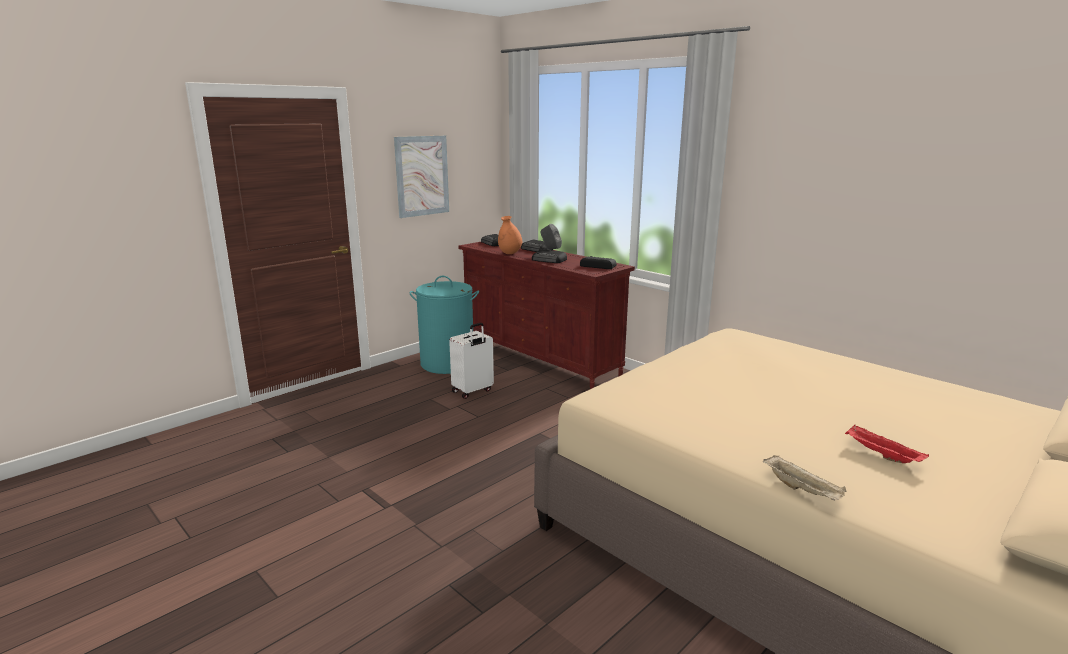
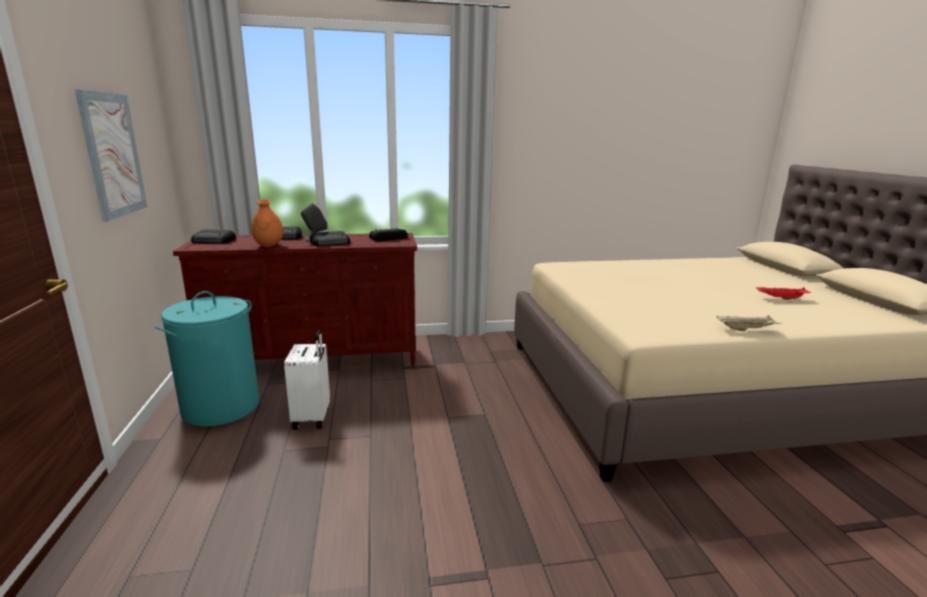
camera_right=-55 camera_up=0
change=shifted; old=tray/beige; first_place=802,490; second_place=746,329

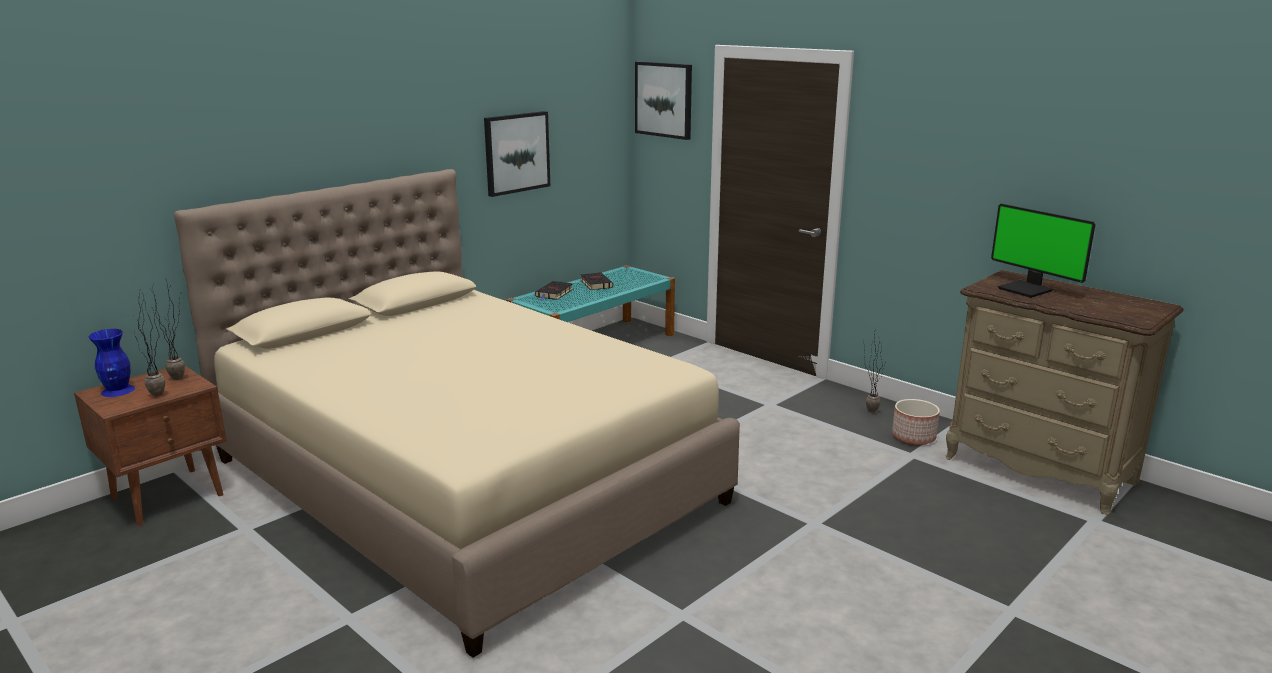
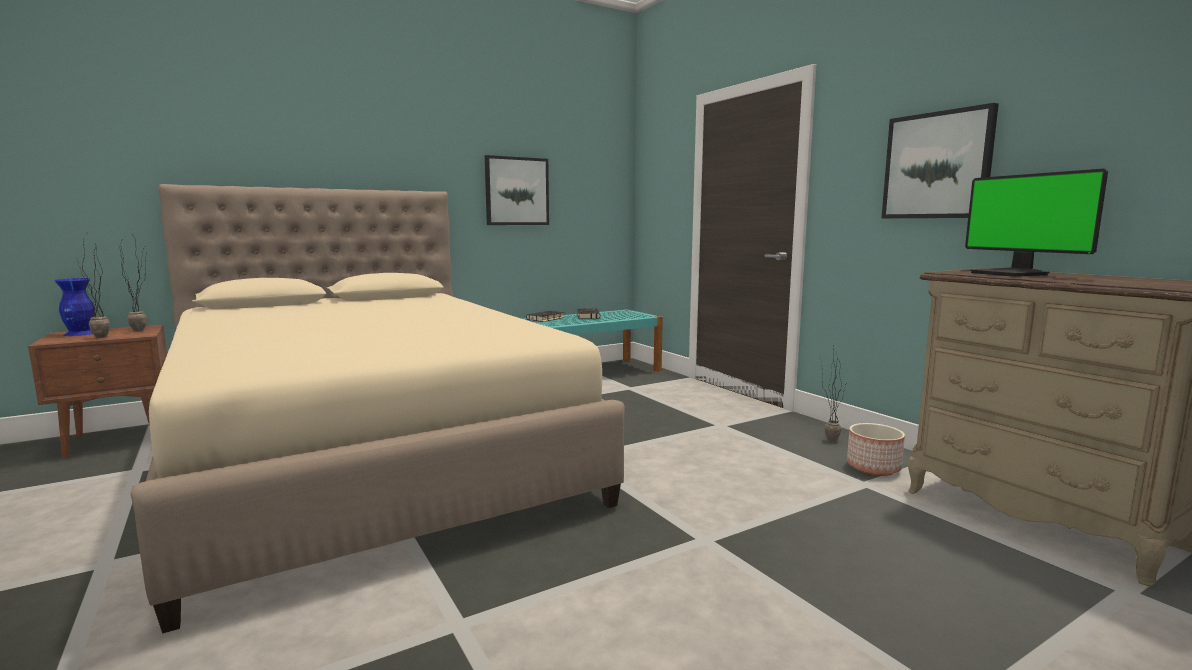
camera_right=15 camera_up=-10
change=shifted; old=picture; first_place=664,99; second_place=937,165

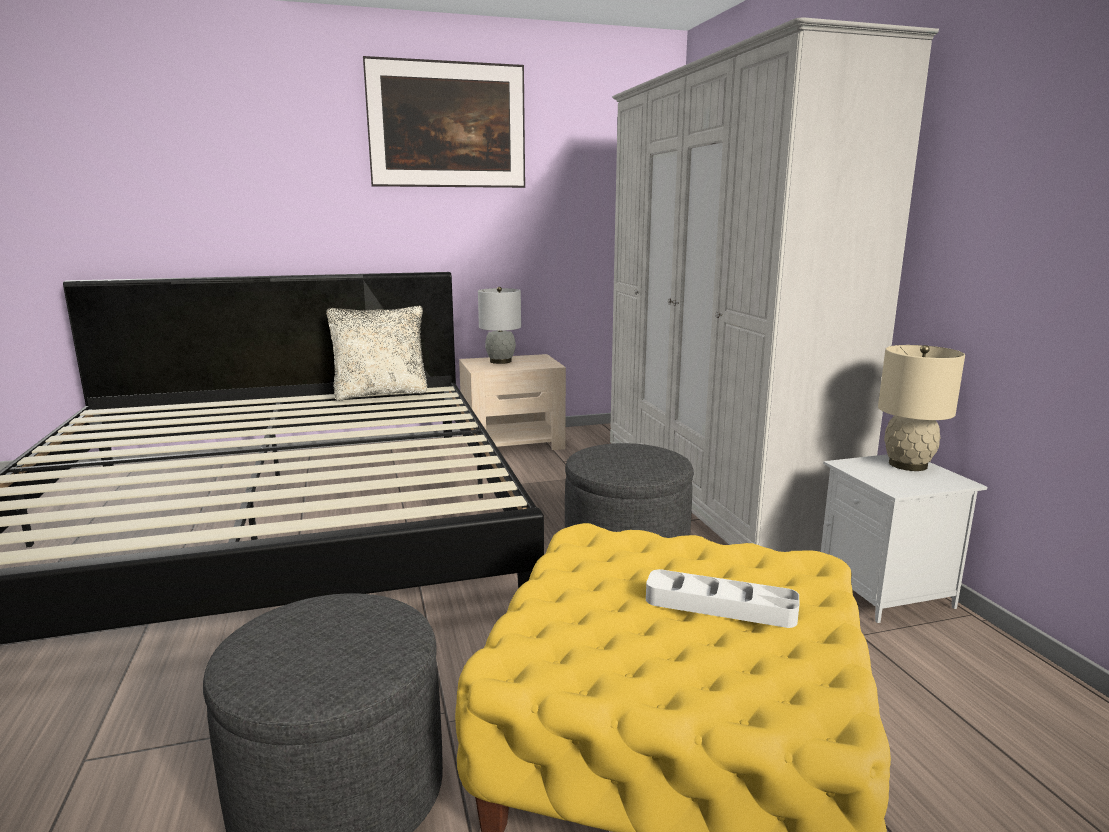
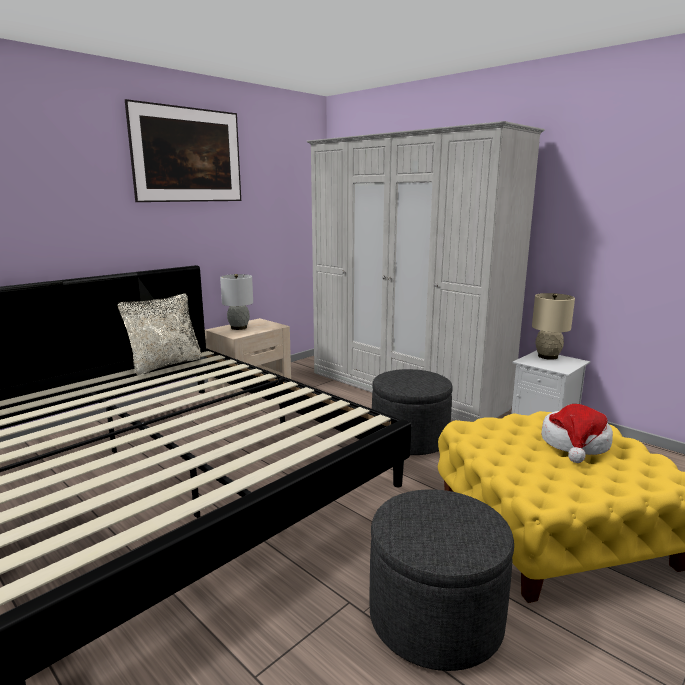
camera_right=-30 camera_up=0
change=swapped; old=tray/white; new=hat; first_place=720,606; second_place=575,444

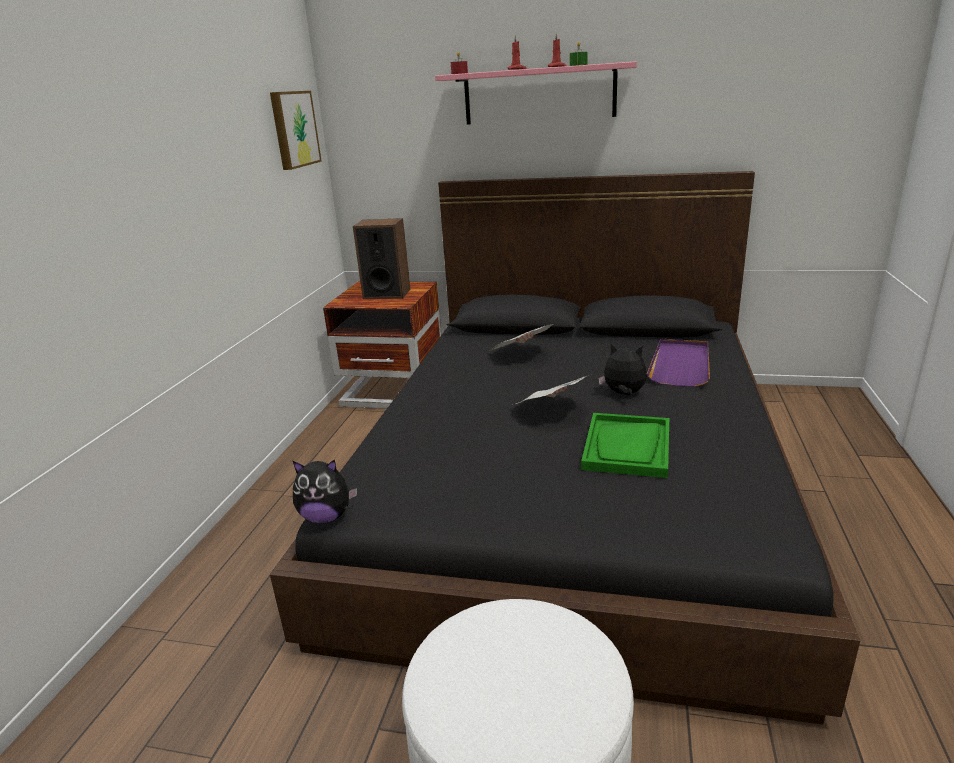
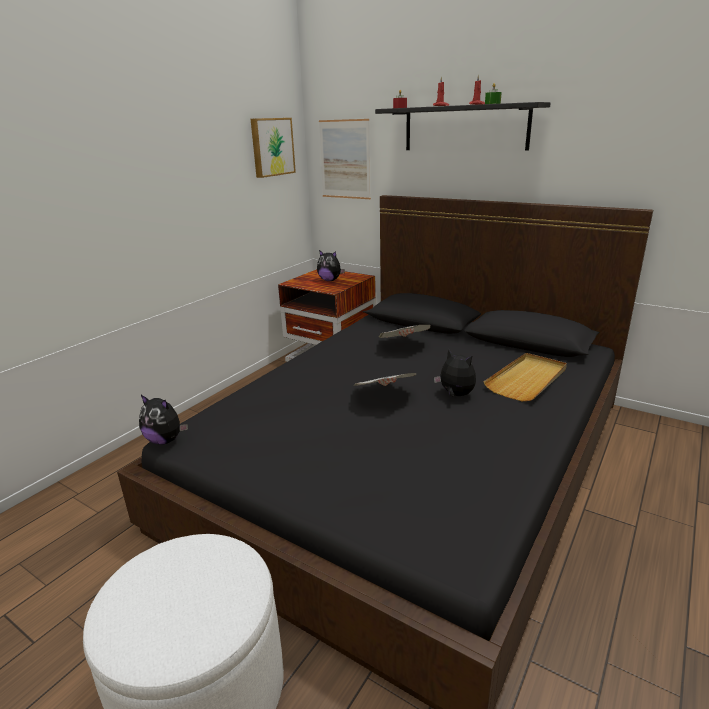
camera_right=20 camera_up=0
change=repainted; old=shelf/pink; new=shelf/black; first_place=539,95; second_place=465,128
change=swapped; old=speaker; new=plush toy; first_place=386,294; second_place=330,280
change=repainted; old=tray/purple; new=tray/beige; first_place=680,365; second_place=527,379
change=gone; old=tray/green; first_place=627,447
change=new; new=picture; second_place=345,159

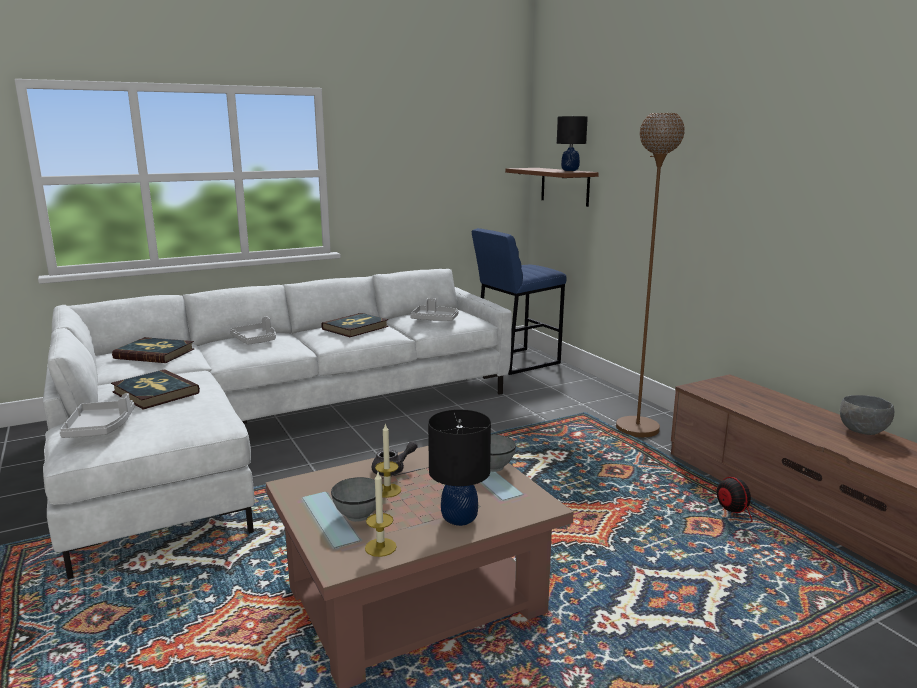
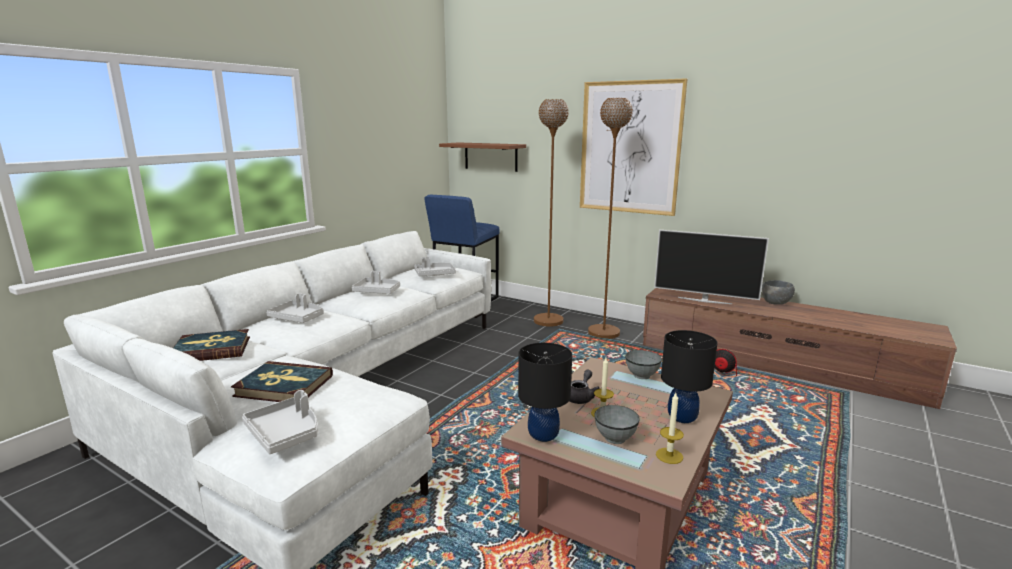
camera_right=-30 camera_up=0
change=shifted; old=table lamp/black; first_place=569,170; second_place=542,437
change=swapped; old=book; new=tray/grey; first_place=355,328; second_place=377,291
change=new; new=picture; second_place=630,148
change=new; new=floor lamp/brown; second_place=548,321
change=new; new=television; second_place=704,300

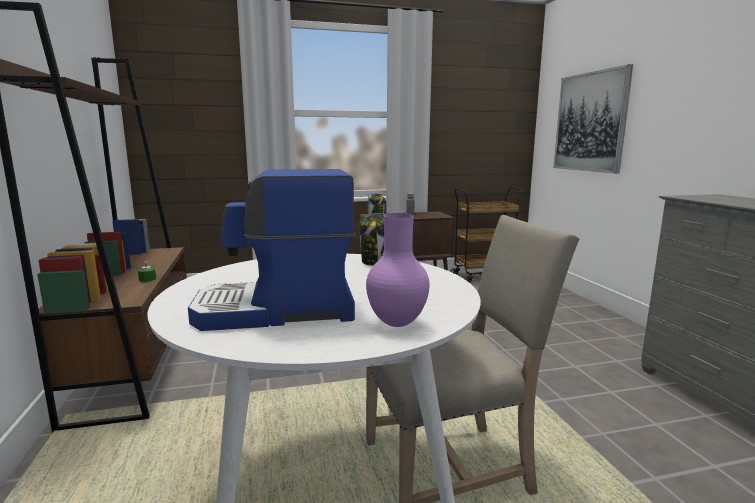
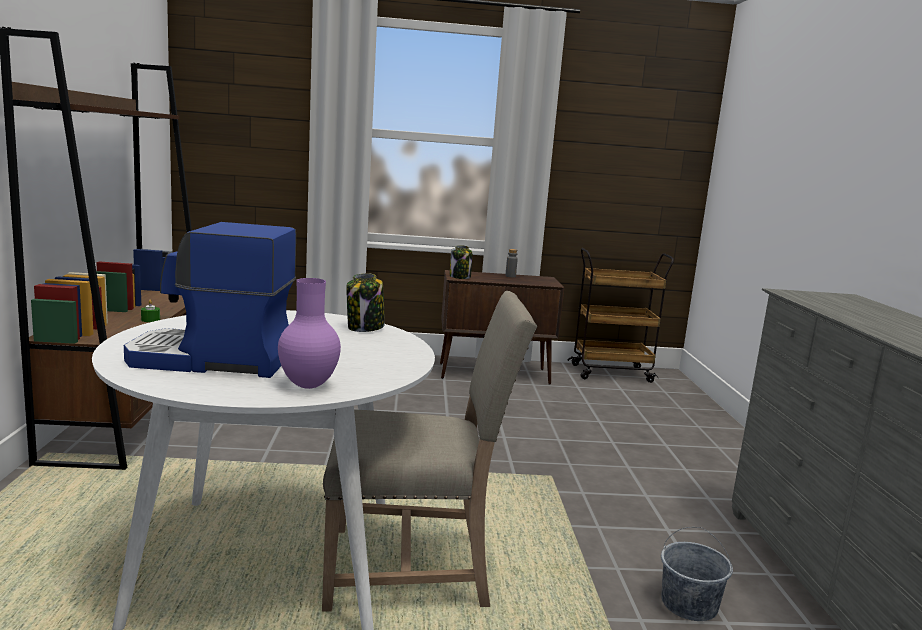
camera_right=10 camera_up=0
change=gone; old=picture; first_place=590,122
change=new; new=bucket/grey; second_place=689,604

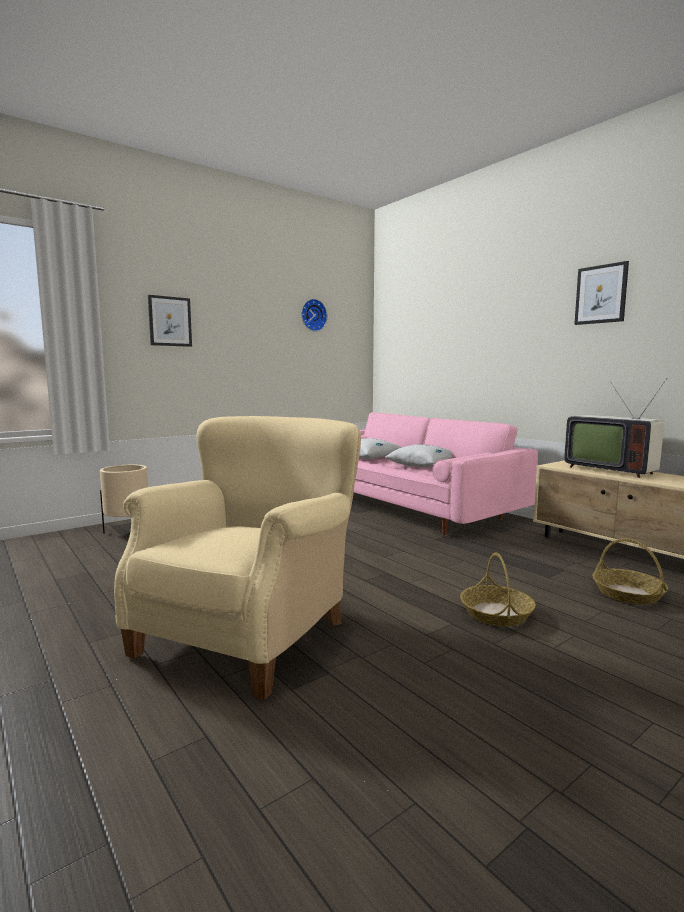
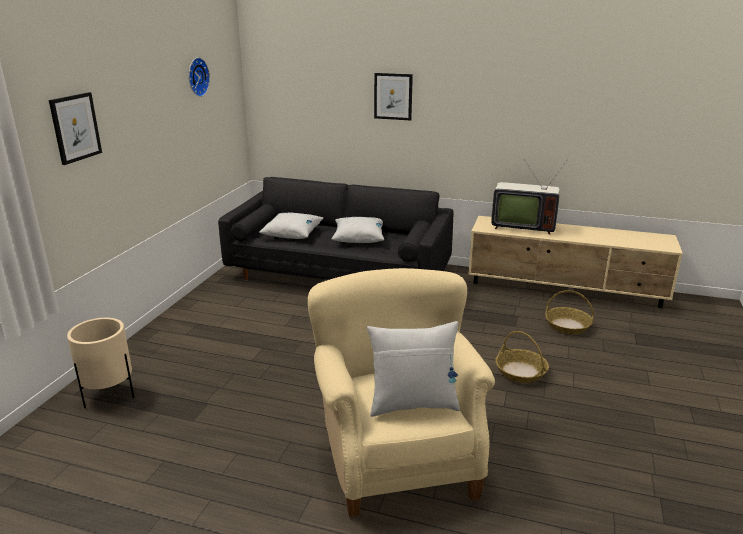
camera_right=-35 camera_up=15
change=shifted; old=picture; first_place=601,294; second_place=393,96
change=repainted; old=sofa/pink; new=sofa/black; first_place=410,506; second_place=340,273
change=new; new=pillow/grey; second_place=413,405

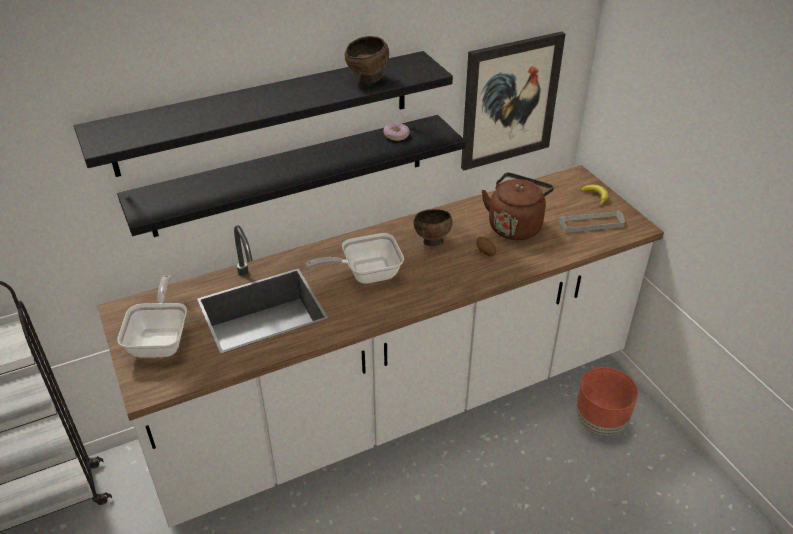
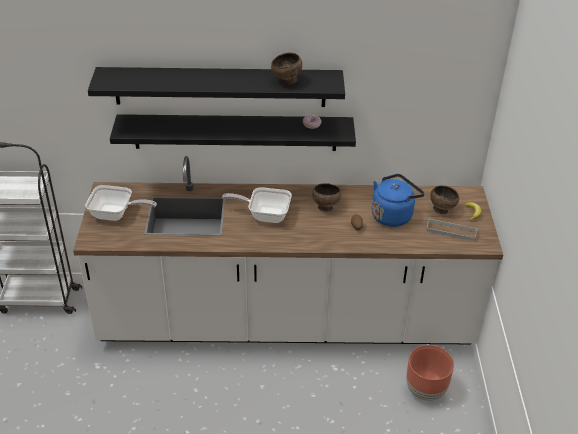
camera_right=25 camera_up=0
change=gone; old=picture; first_place=510,101
change=repainted; old=kettle/brown; new=kettle/blue; first_place=515,226; second_place=393,215
change=rotated; old=frying pan; first_place=161,340; second_place=116,214; degrees=75
change=new; new=bowl/brown; second_place=441,210

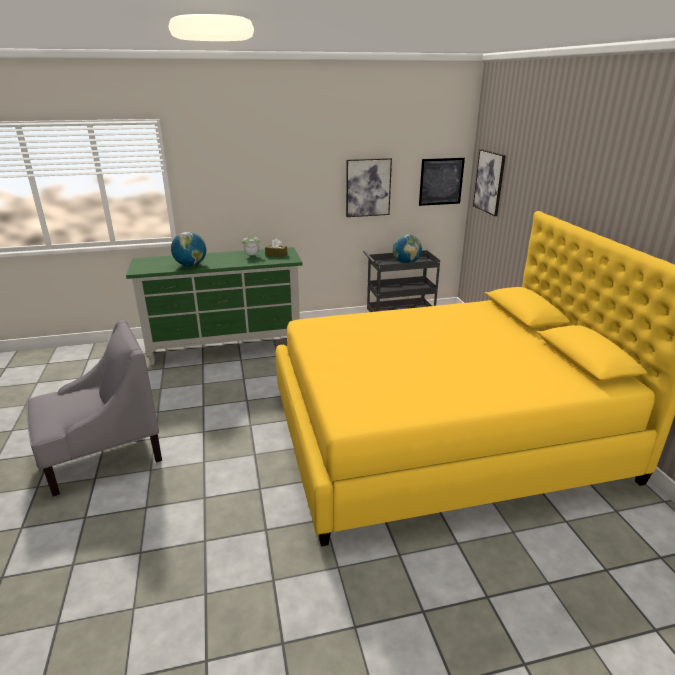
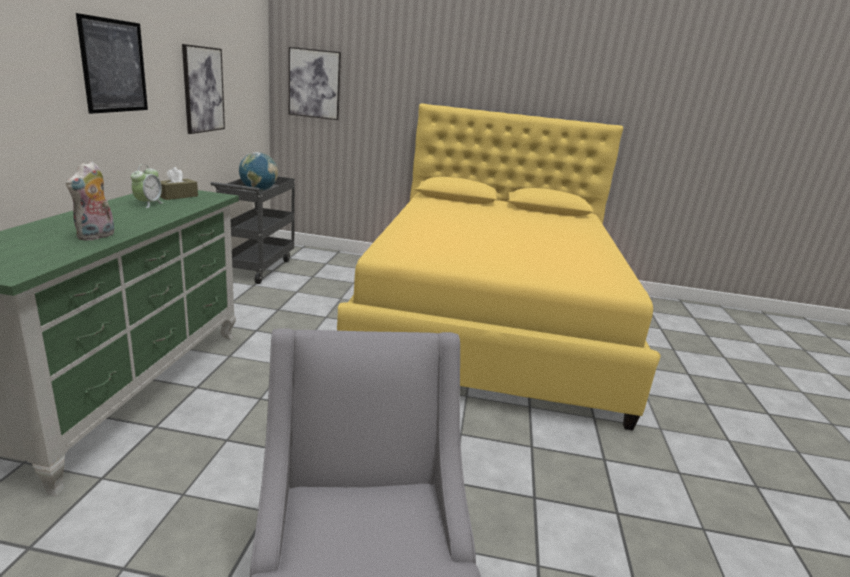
camera_right=-70 camera_up=-5
change=shifted; old=picture; first_place=441,181; second_place=114,66
change=swapped; old=globe; new=plush toy; first_place=191,265; second_place=96,236

